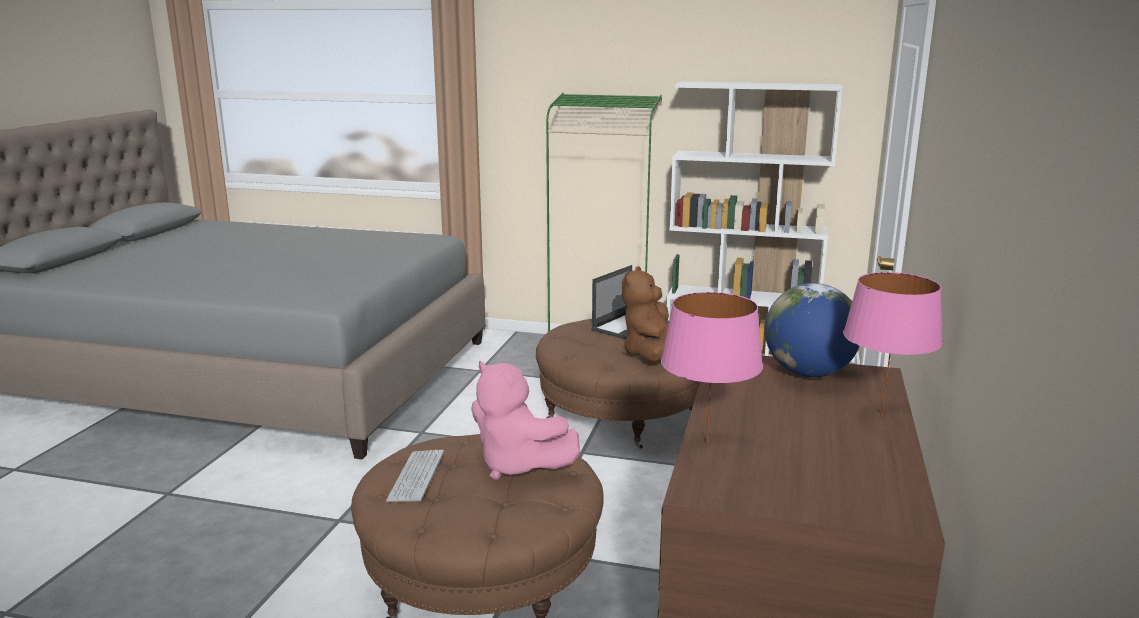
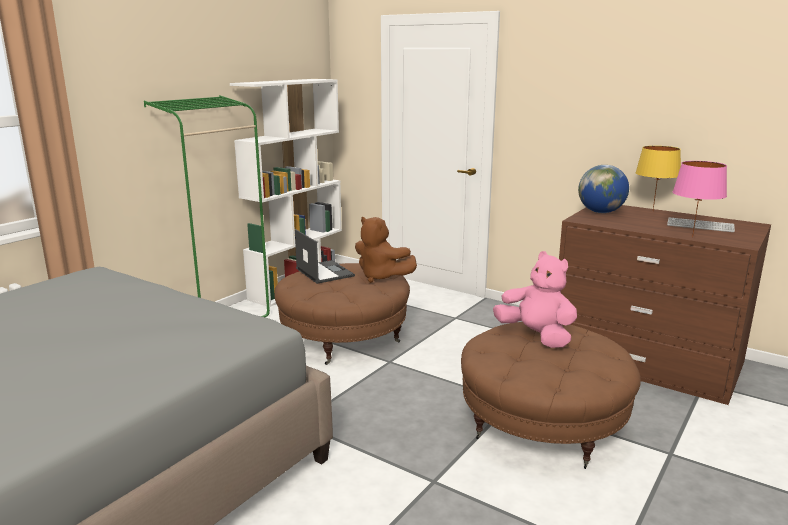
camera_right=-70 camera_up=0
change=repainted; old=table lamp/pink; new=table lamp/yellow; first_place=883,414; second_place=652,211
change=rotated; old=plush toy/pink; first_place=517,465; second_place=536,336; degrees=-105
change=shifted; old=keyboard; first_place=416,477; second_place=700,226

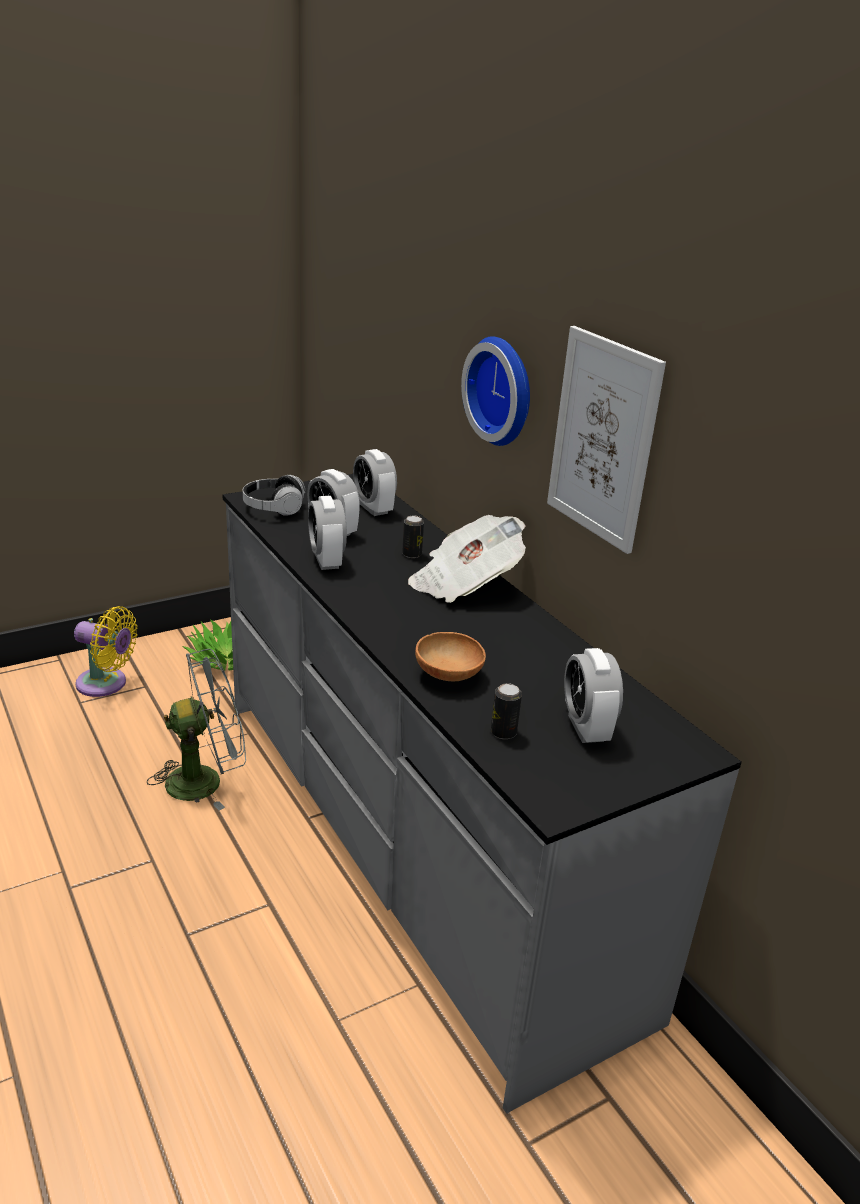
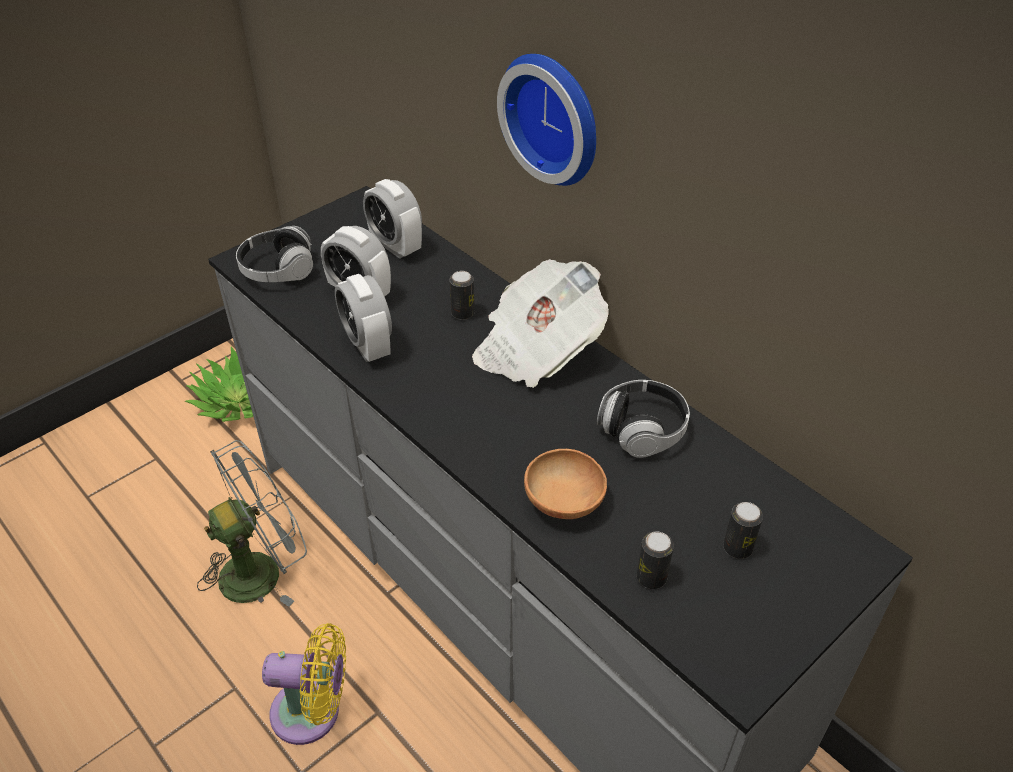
camera_right=-10 camera_up=15
change=gone; old=picture; first_place=603,439
change=shifted; old=fan/yellow; first_place=106,684; second_place=313,713
change=swapped; old=alarm clock; new=can; first_place=586,728; second_place=737,548
change=new; new=headphones; second_place=642,430

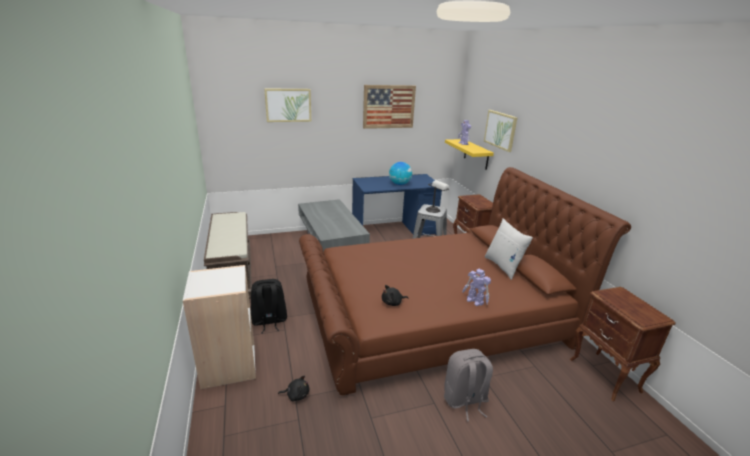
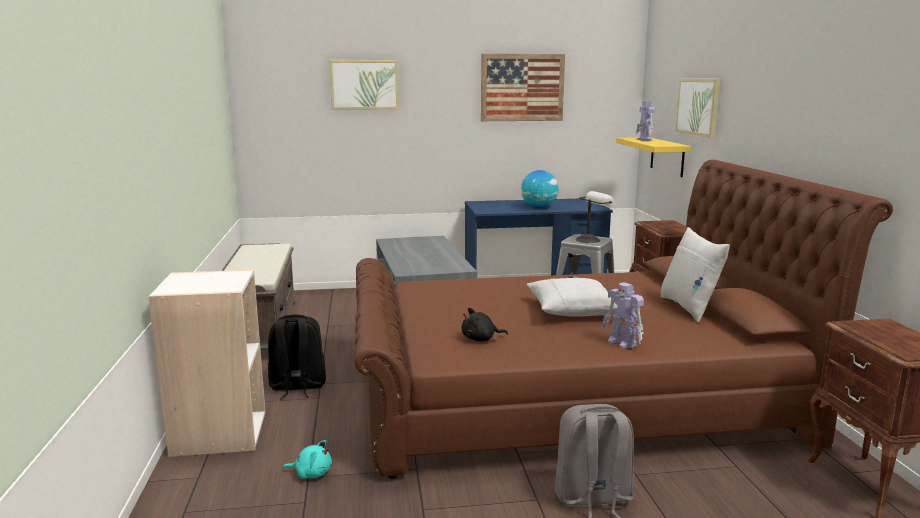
camera_right=10 camera_up=-10
change=repainted; old=plush toy/black; new=plush toy/turquoise; first_place=296,395; second_place=311,473
change=new; new=pillow/grey; second_place=572,311

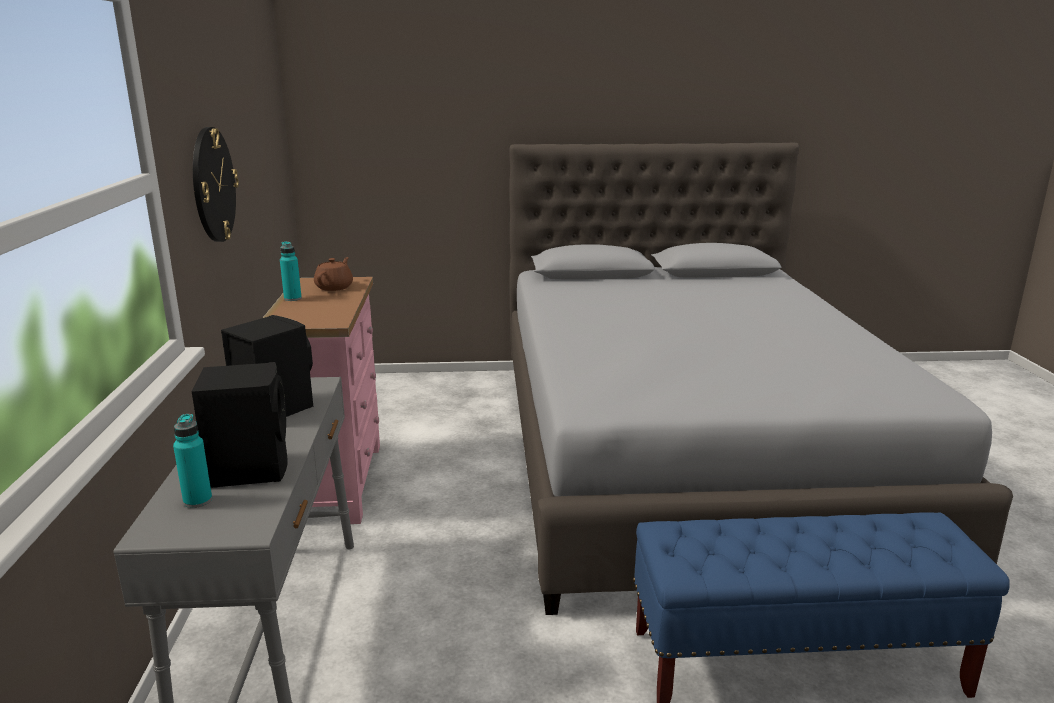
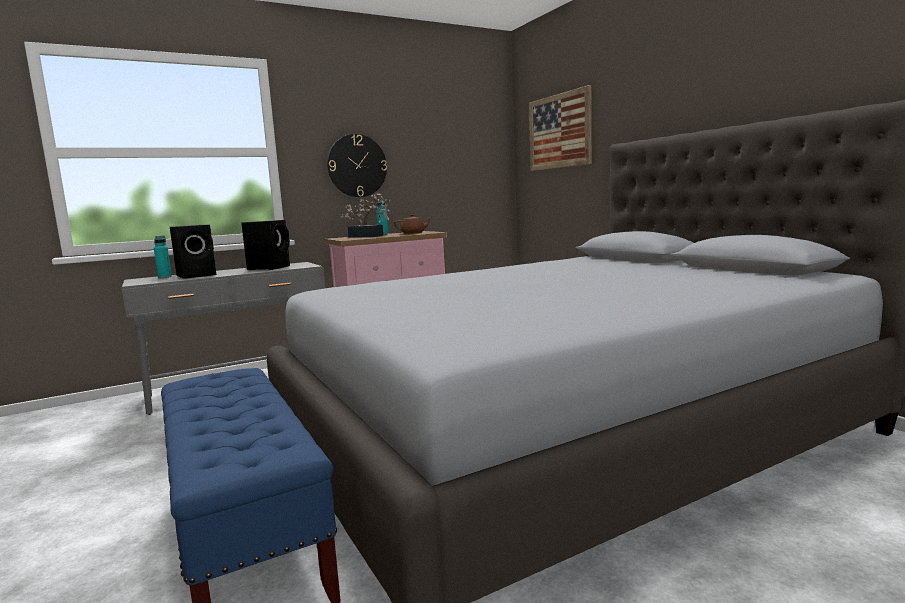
camera_right=65 camera_up=-10
change=new; new=picture; second_place=559,131
change=new; new=potted plant; second_place=369,236

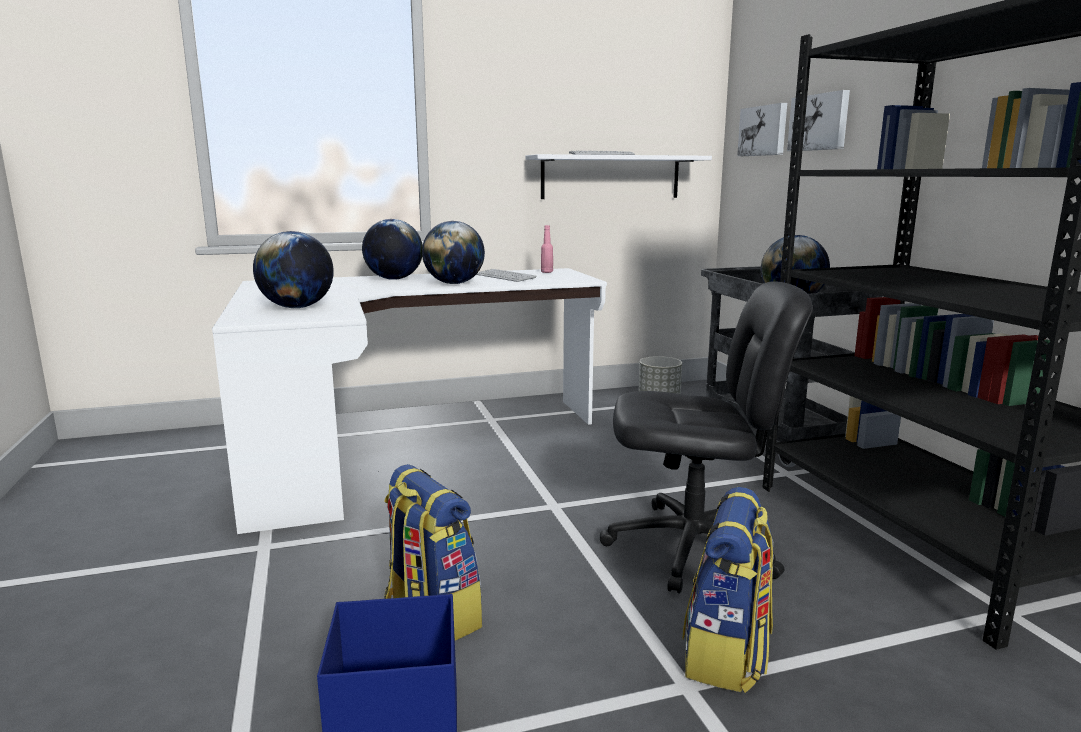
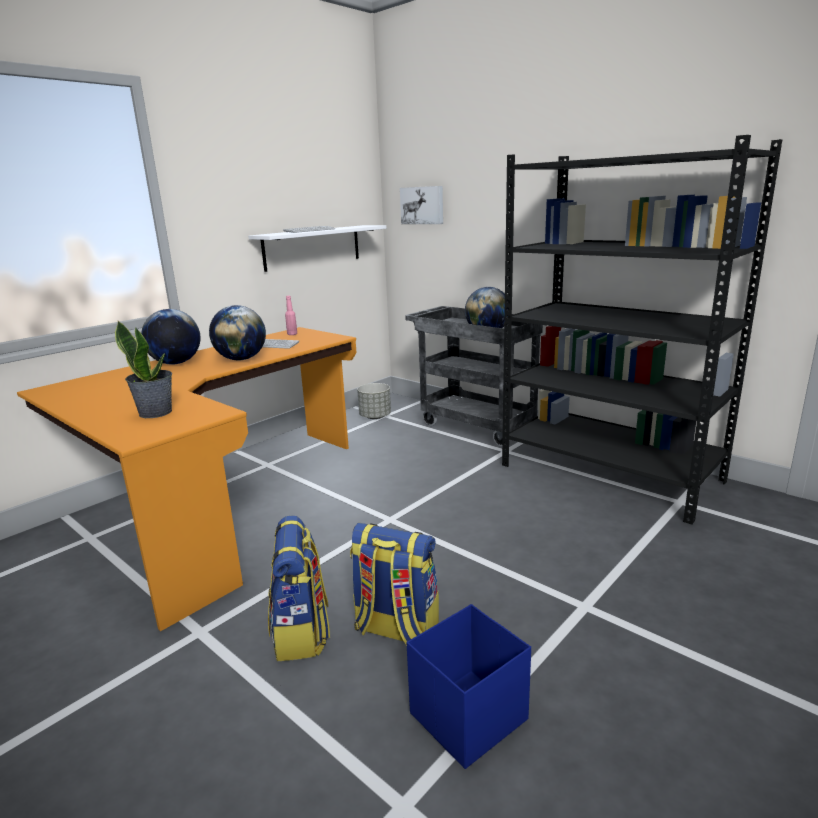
camera_right=-30 camera_up=5
change=gone; old=picture; first_place=819,122
change=swapped; old=globe; new=potted plant; first_place=297,307; second_place=156,412
change=repainted; old=desk/white; new=desk/orange; first_place=406,445; second_place=221,505
change=gone; old=office chair/black; first_place=692,547
change=shifted; old=backpack; first_place=727,655; second_place=302,632

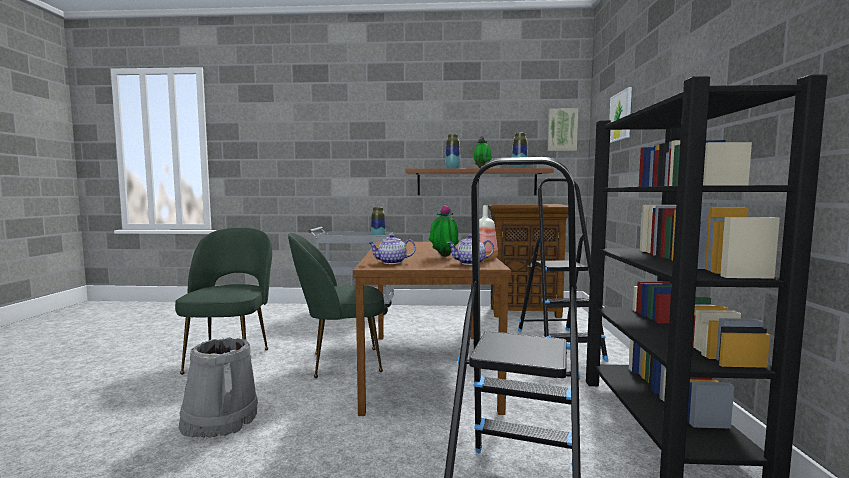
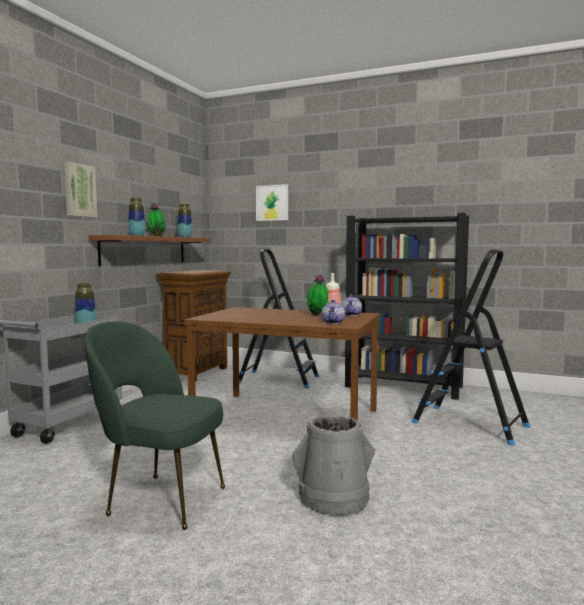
camera_right=-70 camera_up=0
change=shifted; old=picture; first_place=562,130; second_place=79,190
change=gone; old=chair/green; first_place=339,363

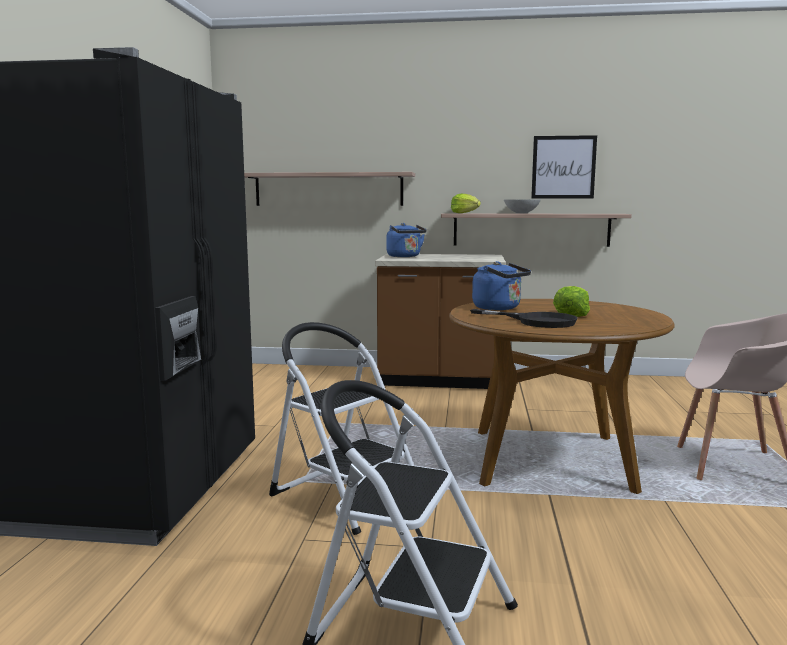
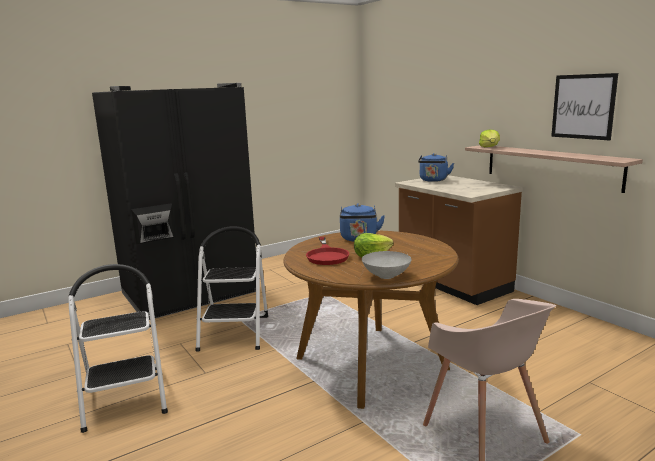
camera_right=50 camera_up=5
change=gone; old=shelf; first_place=328,189
change=shifted; old=bowl/grey; first_place=521,213; second_place=385,276
change=repainted; old=frying pan/black; new=frying pan/red; first_place=536,321; second_place=327,255

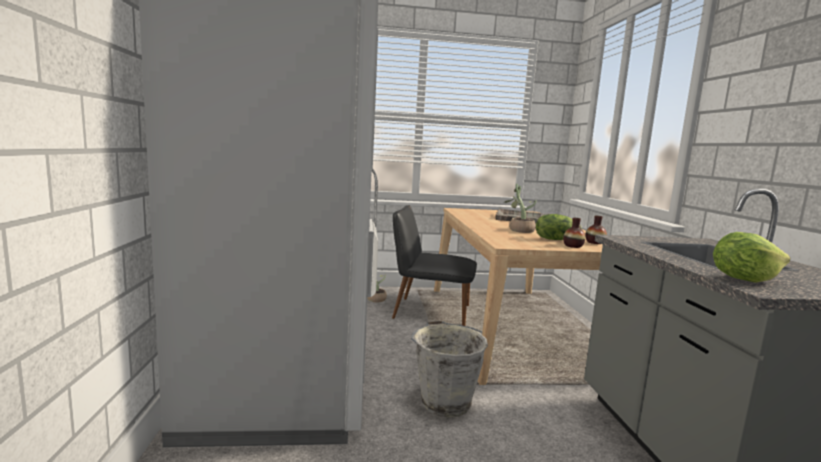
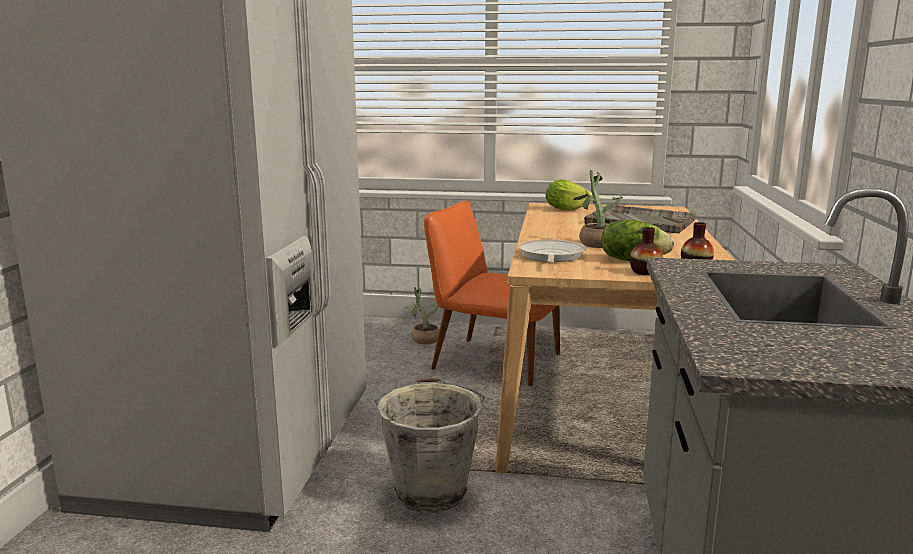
camera_right=15 camera_up=5
change=repainted; old=chair/black; new=chair/orange; first_place=431,311; second_place=496,361
change=shifted; old=lettuce; first_place=744,279; second_place=565,209
change=new; new=frying pan; second_place=550,256

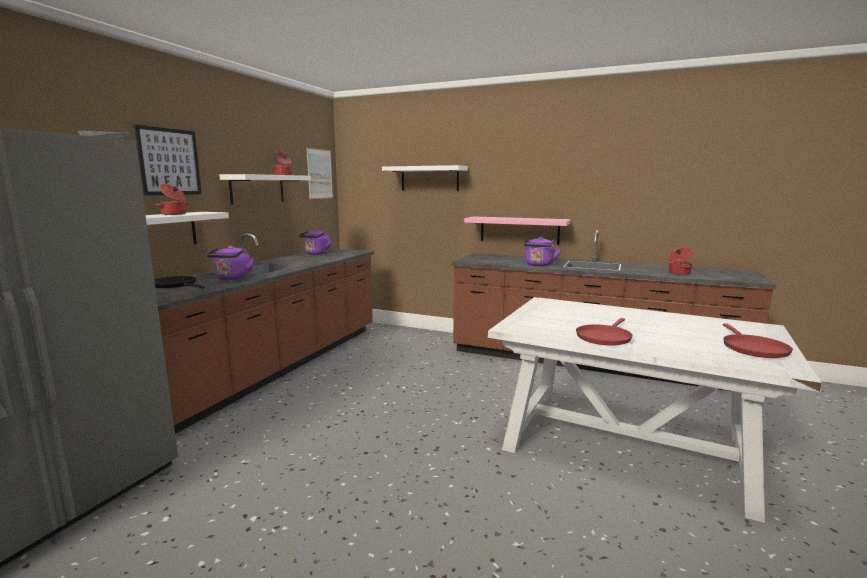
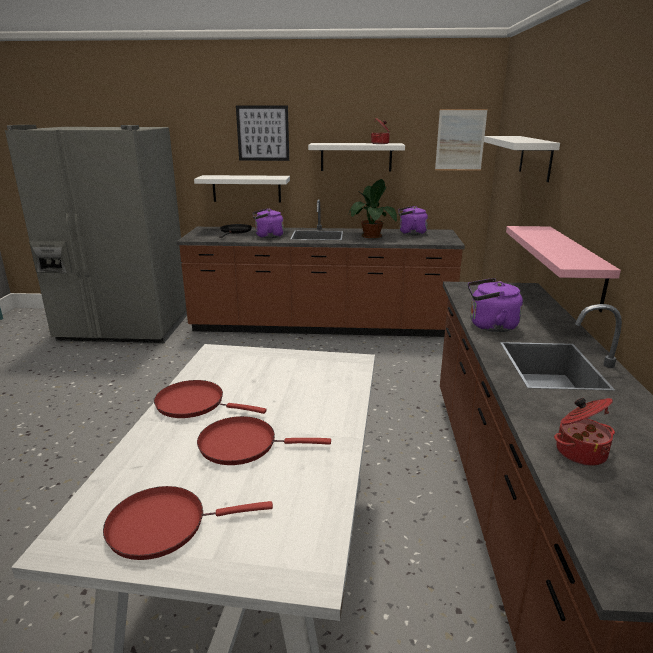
camera_right=70 camera_up=10
change=gone; old=cooking pot; first_place=174,214
change=new; new=potted plant; second_place=371,236
change=new; new=frying pan/red; second_place=243,444

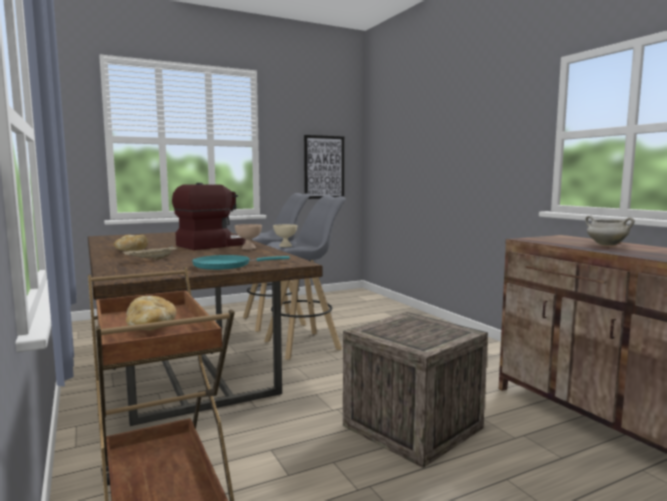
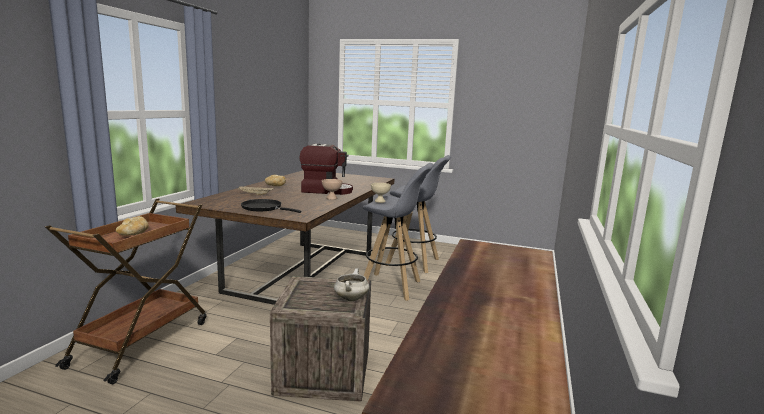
camera_right=45 camera_up=5
change=gone; old=picture; first_place=324,167
change=shifted; old=cooking pot/white; first_place=606,245; second_place=351,298
change=repainted; old=frying pan/turquoise; new=frying pan/black; first_place=226,265; second_place=264,208

